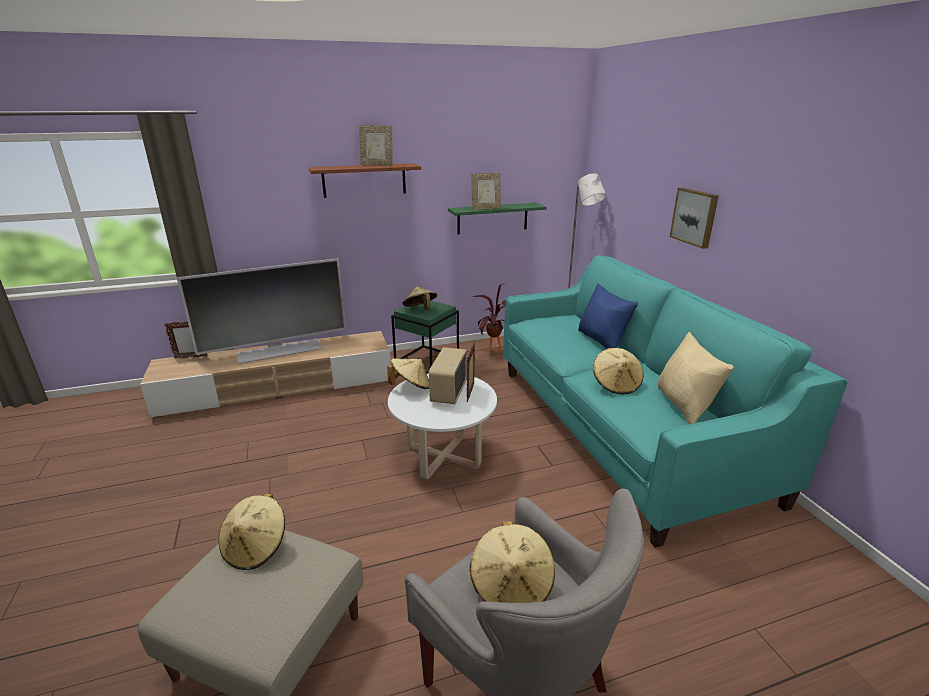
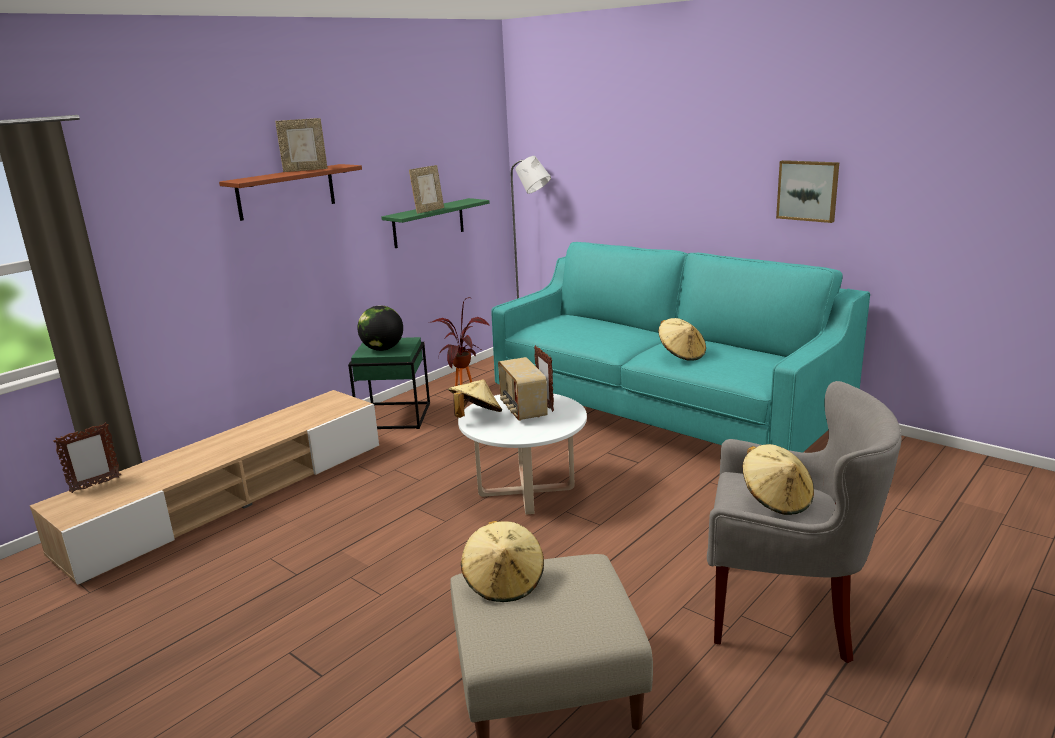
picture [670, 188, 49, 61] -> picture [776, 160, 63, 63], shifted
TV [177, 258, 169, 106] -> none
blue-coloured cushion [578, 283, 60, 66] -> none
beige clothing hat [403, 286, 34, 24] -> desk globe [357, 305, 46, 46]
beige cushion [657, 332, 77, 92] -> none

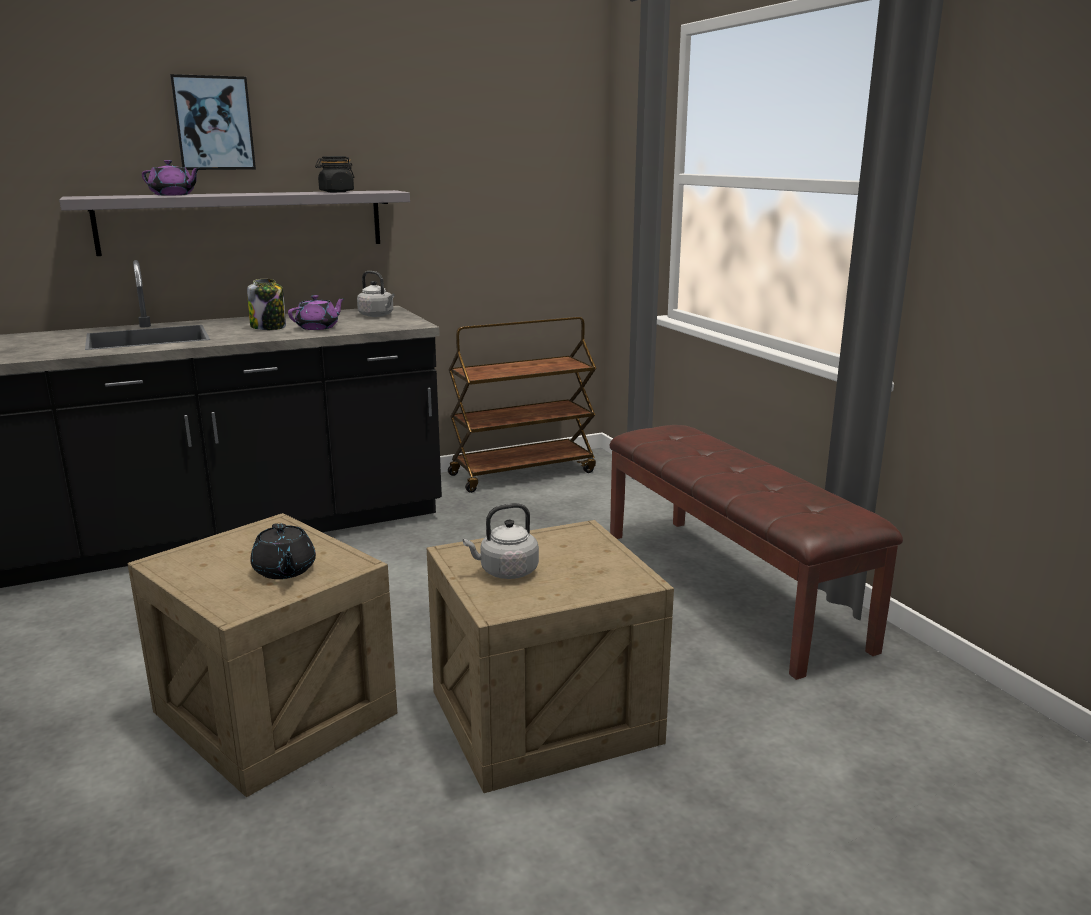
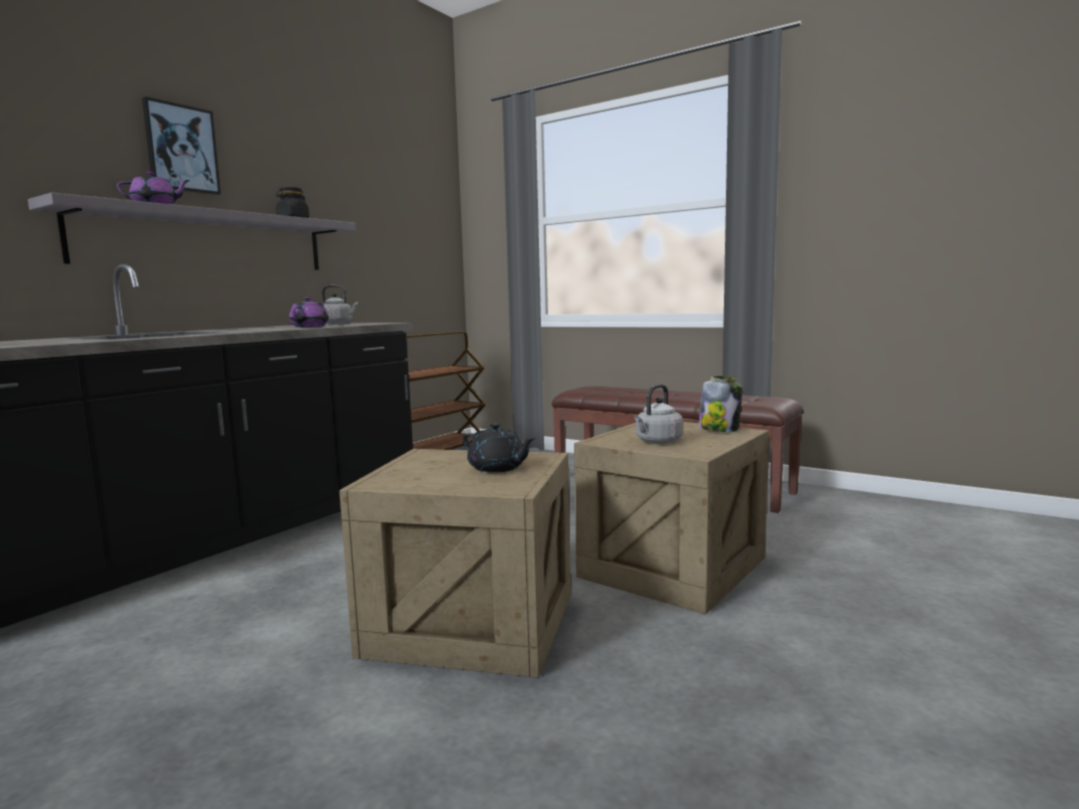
preserve jar [247, 279, 39, 51] -> preserve jar [698, 376, 45, 56], shifted

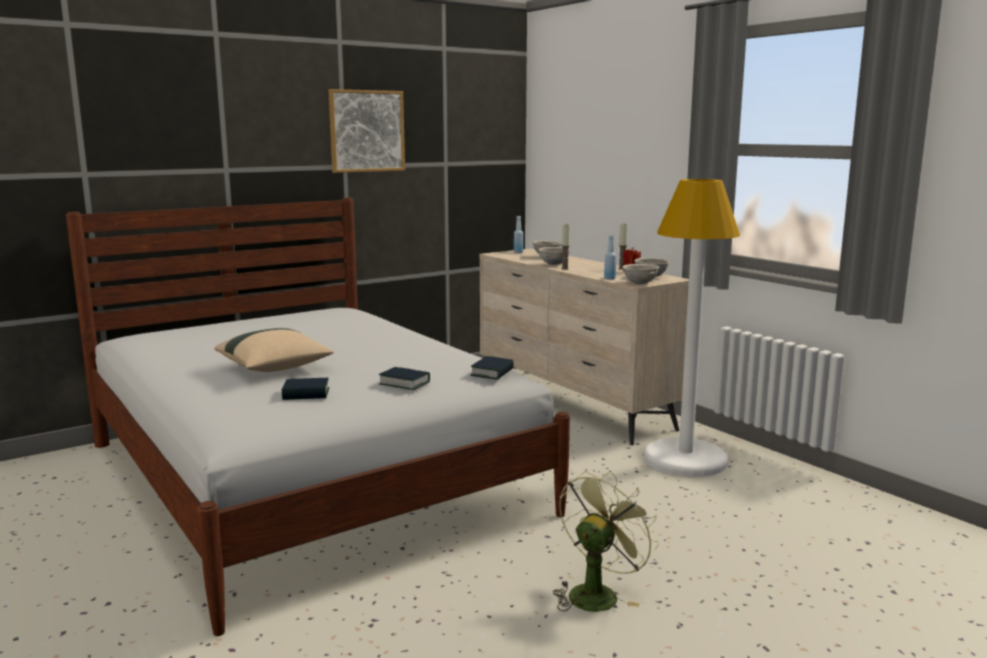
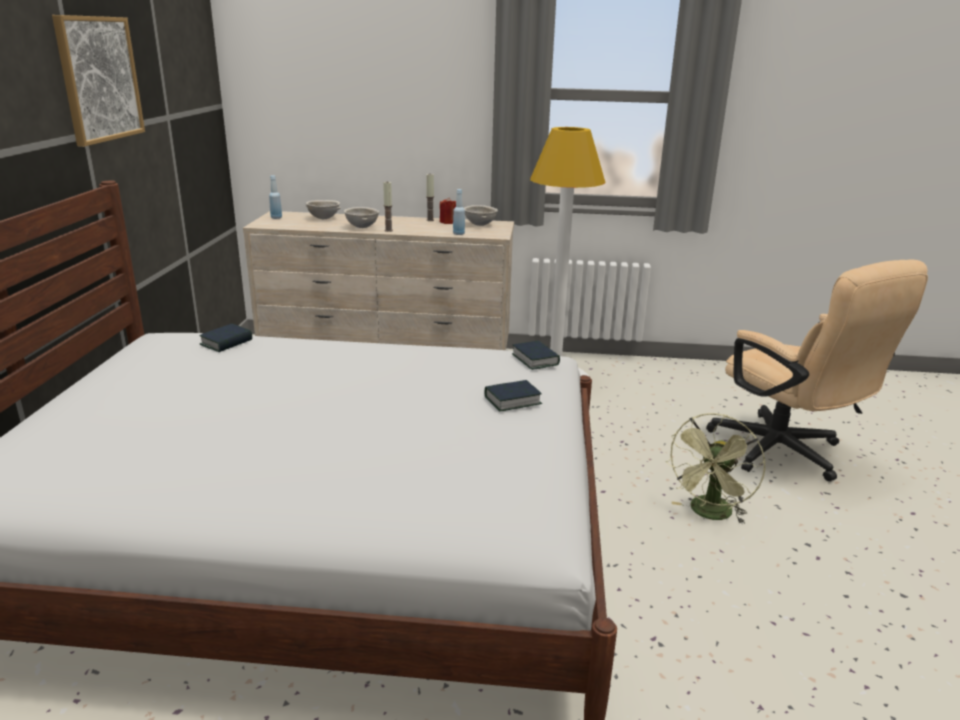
grey serving bowl [623, 264, 36, 20] -> none
beige cushion [214, 328, 120, 44] -> none
bound book [282, 378, 47, 22] -> bound book [199, 324, 53, 28], shifted
green-coloured electric fan [553, 470, 106, 142] -> green-coloured electric fan [666, 413, 100, 111], 135 degrees counterclockwise
none -> beige computer chair [706, 259, 222, 222]

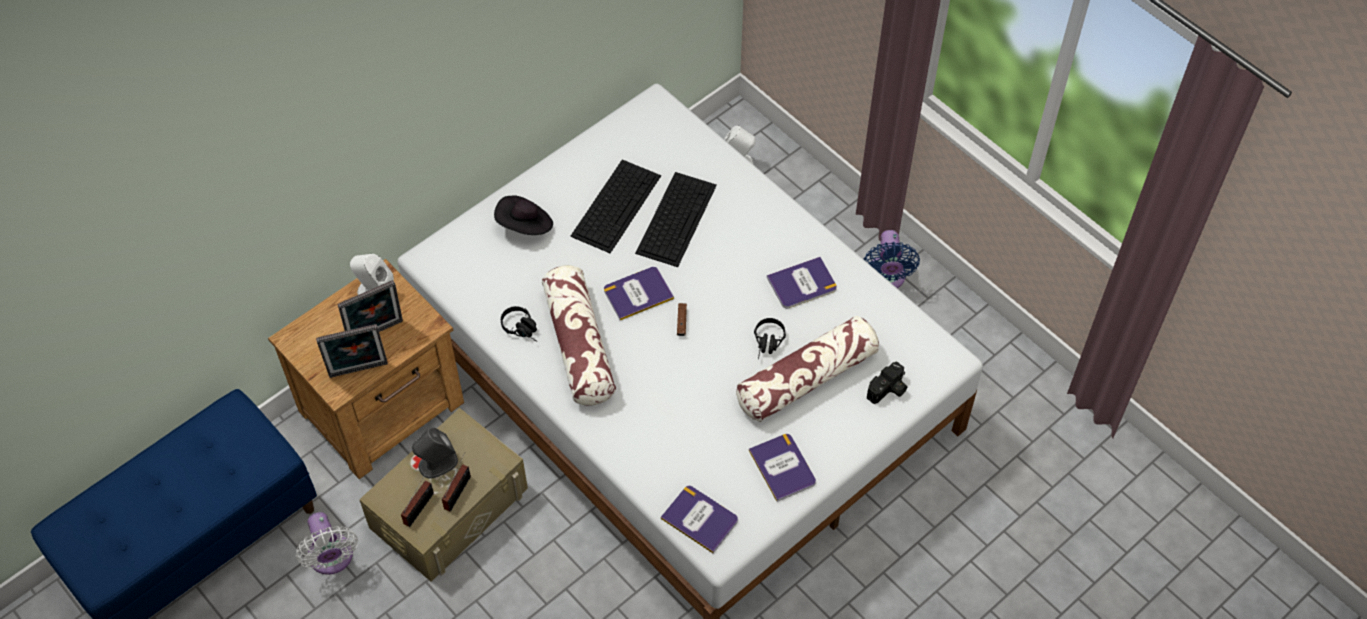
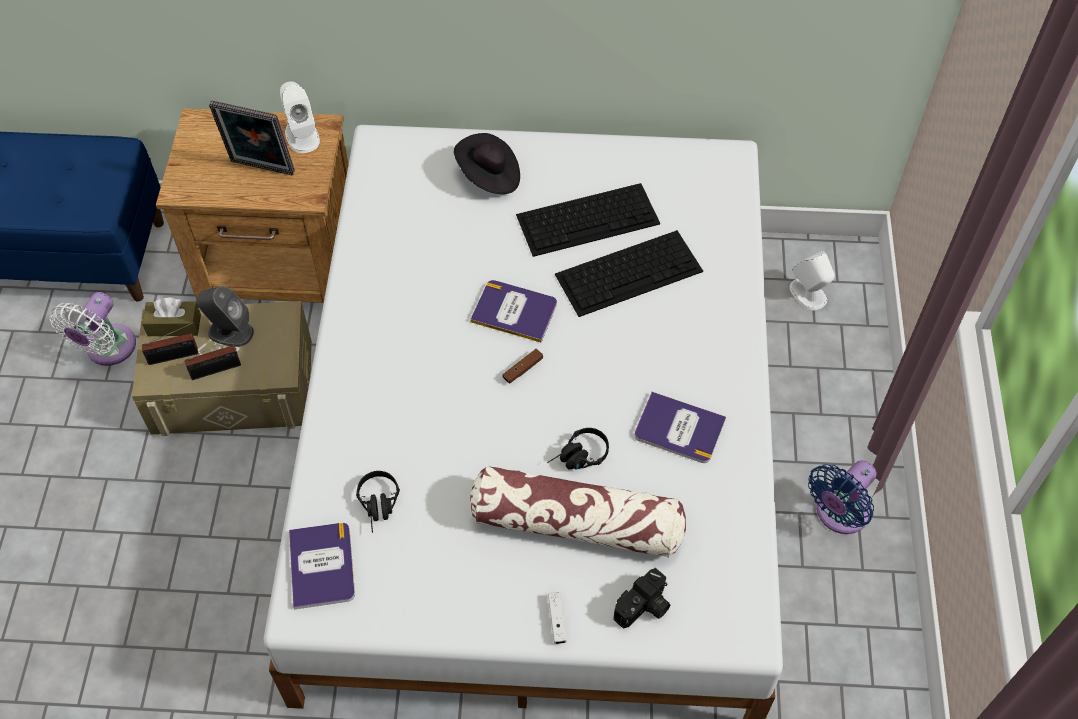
cushion [542, 265, 74, 141] -> none
black headphones [501, 306, 37, 36] -> black headphones [356, 471, 44, 62], shifted
photo frame [316, 324, 72, 54] -> none
still camera [867, 361, 41, 43] -> still camera [613, 568, 57, 61], 45 degrees counterclockwise
bound book [749, 434, 67, 68] -> none
none -> brown tissue holder [142, 297, 59, 39]
none -> whitish gamepad [548, 592, 19, 52]

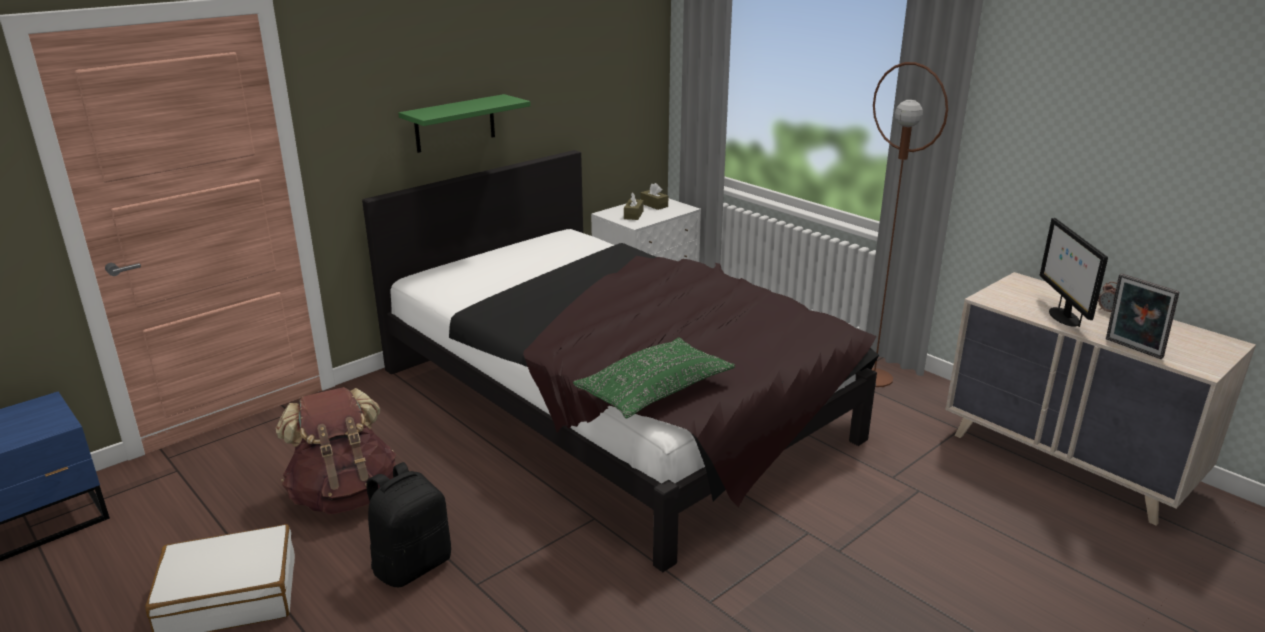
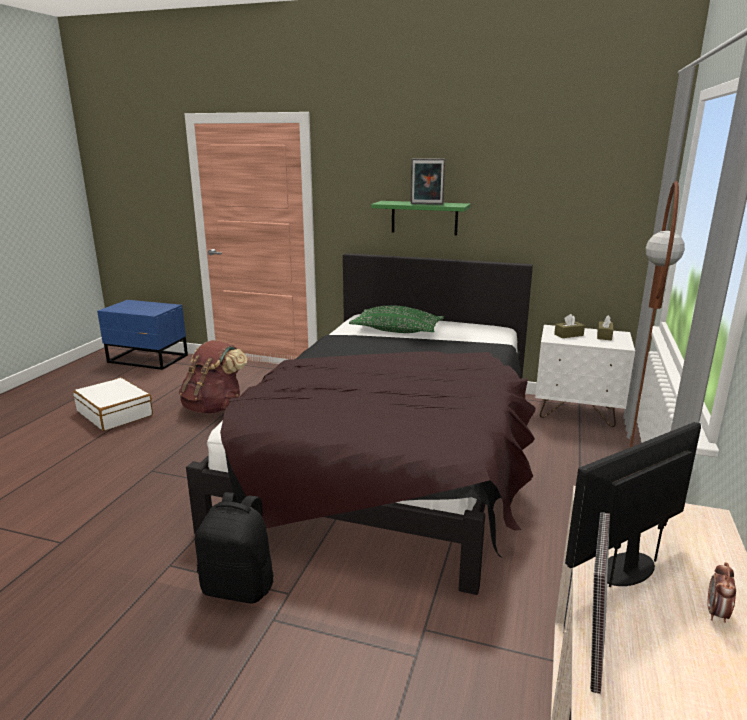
green-coloured cushion [573, 337, 162, 81] -> green-coloured cushion [349, 305, 95, 28], shifted
black rucksack [366, 462, 85, 125] -> black rucksack [195, 492, 79, 112], shifted
none -> photo frame [411, 159, 34, 46]

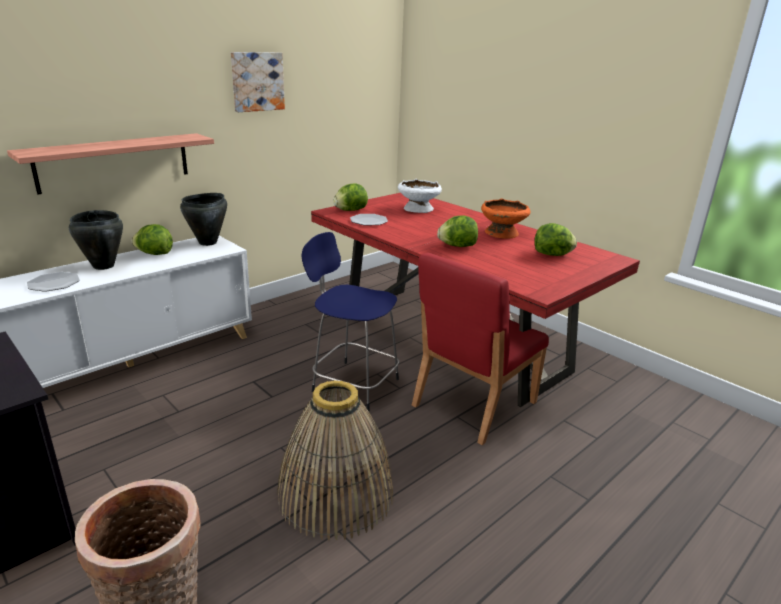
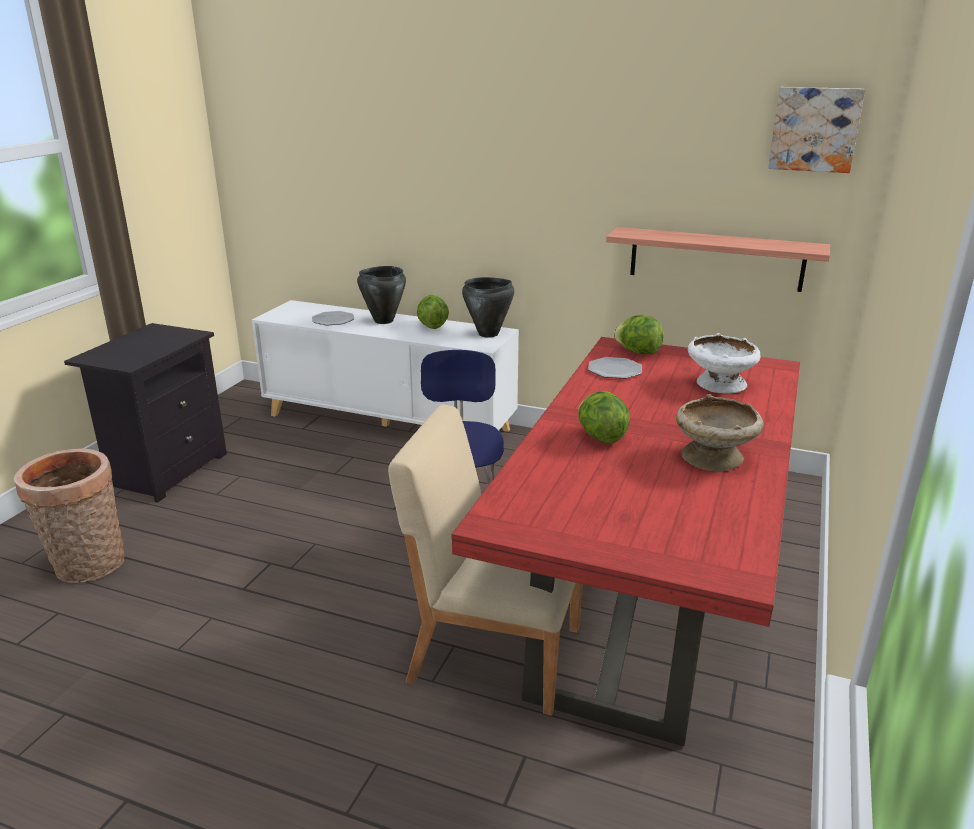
picture [231, 52, 54, 60] -> picture [768, 87, 97, 86], shifted
bracket shelf [7, 133, 207, 61] -> bracket shelf [606, 227, 224, 65], shifted
orangey serving bowl [481, 198, 49, 41] -> beige serving bowl [676, 394, 88, 78]
lettuce head [534, 223, 43, 33] -> none
red upright chair [412, 253, 137, 192] -> beige upright chair [388, 404, 195, 312]
household basket [277, 380, 116, 161] -> none

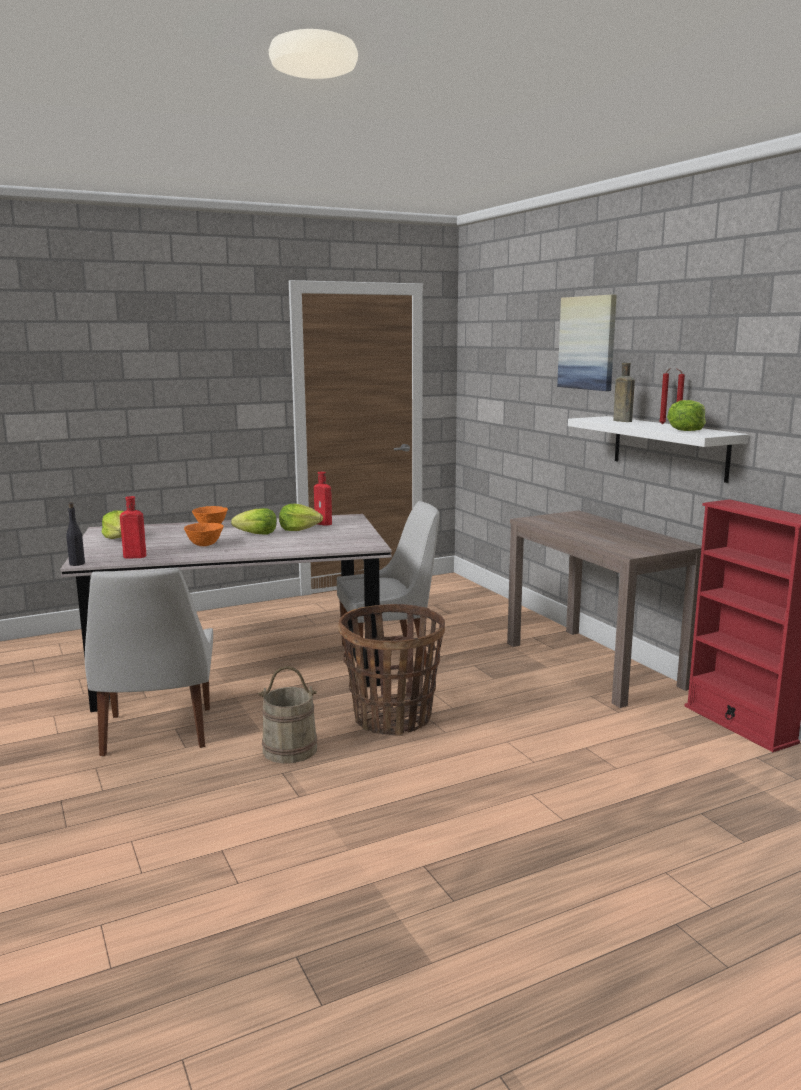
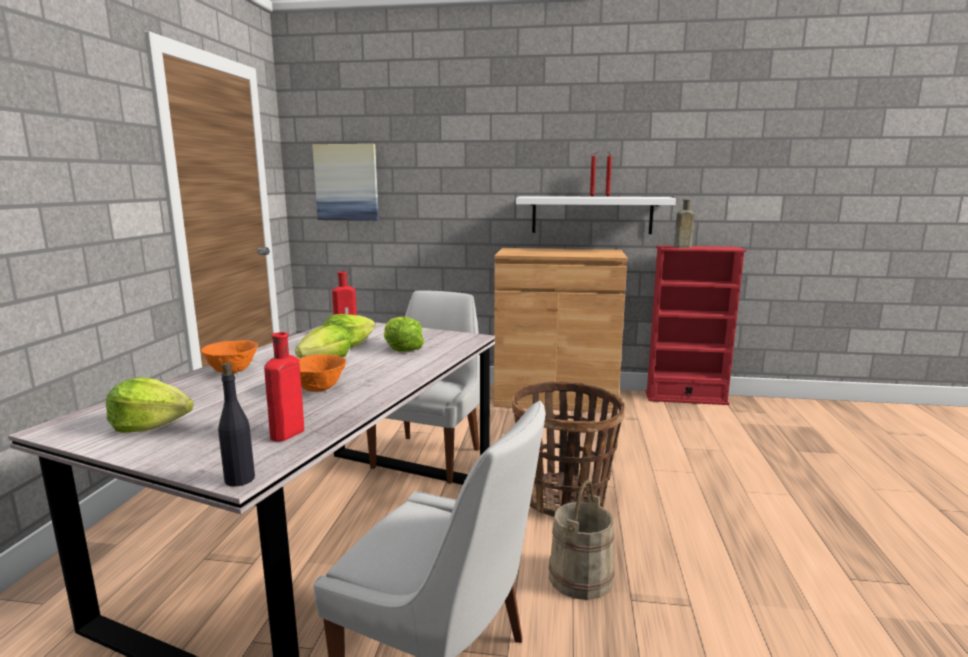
picture [557, 295, 60, 96] -> picture [312, 144, 67, 77], shifted
brown bottle [613, 363, 22, 59] -> brown bottle [674, 199, 21, 49], shifted
lettuce head [667, 400, 39, 31] -> lettuce head [384, 317, 40, 35], shifted
brown console table [507, 510, 195, 198] -> brown cupboard [494, 248, 133, 165]

